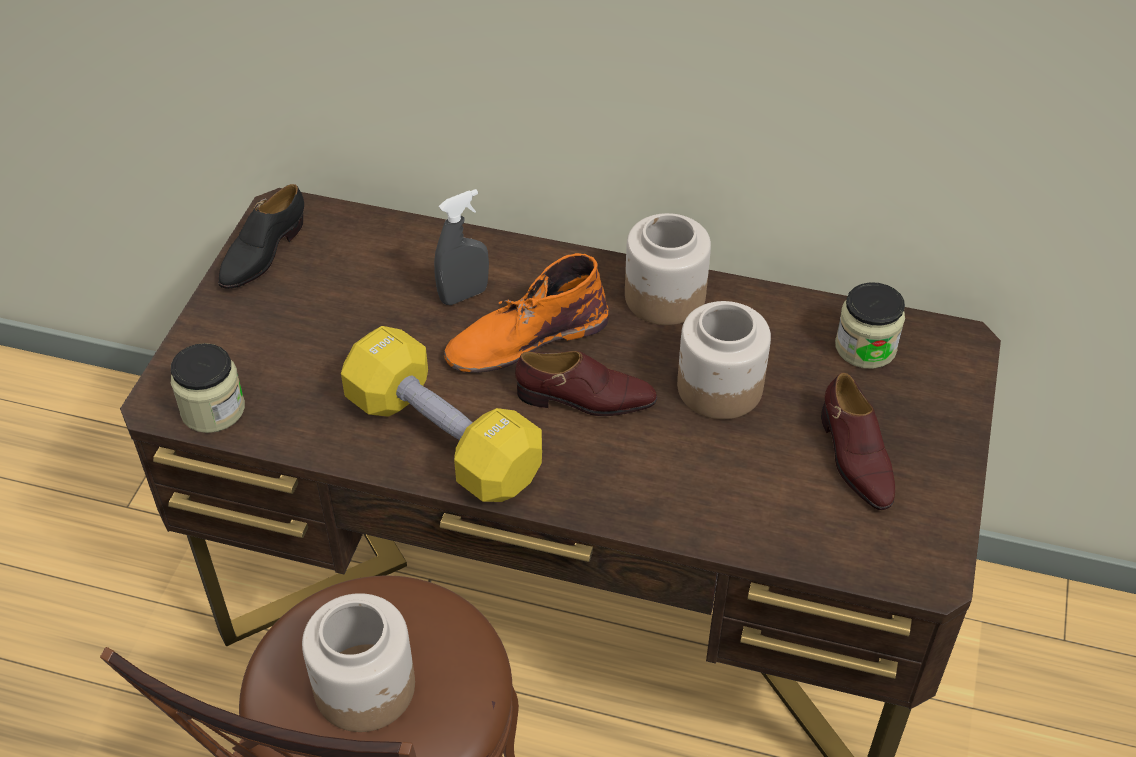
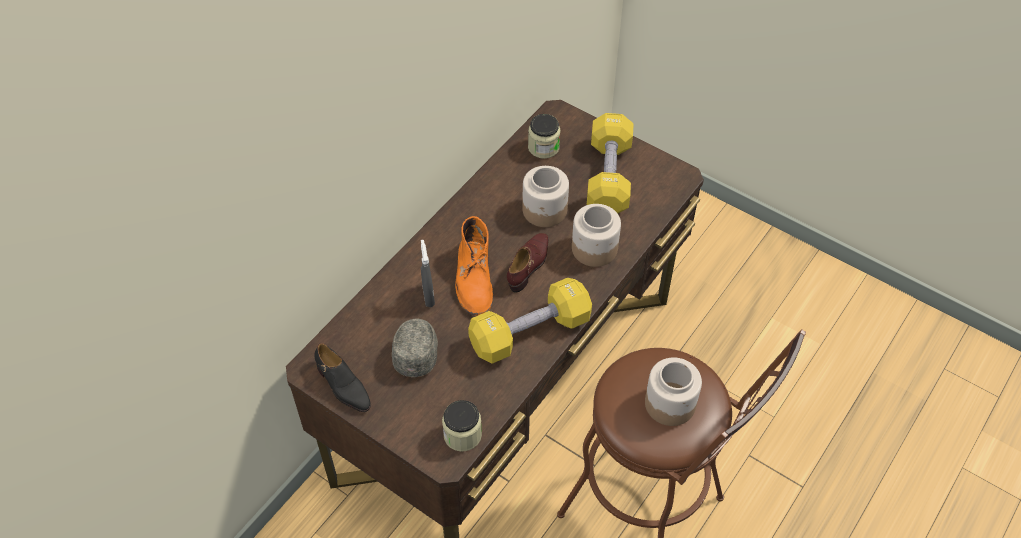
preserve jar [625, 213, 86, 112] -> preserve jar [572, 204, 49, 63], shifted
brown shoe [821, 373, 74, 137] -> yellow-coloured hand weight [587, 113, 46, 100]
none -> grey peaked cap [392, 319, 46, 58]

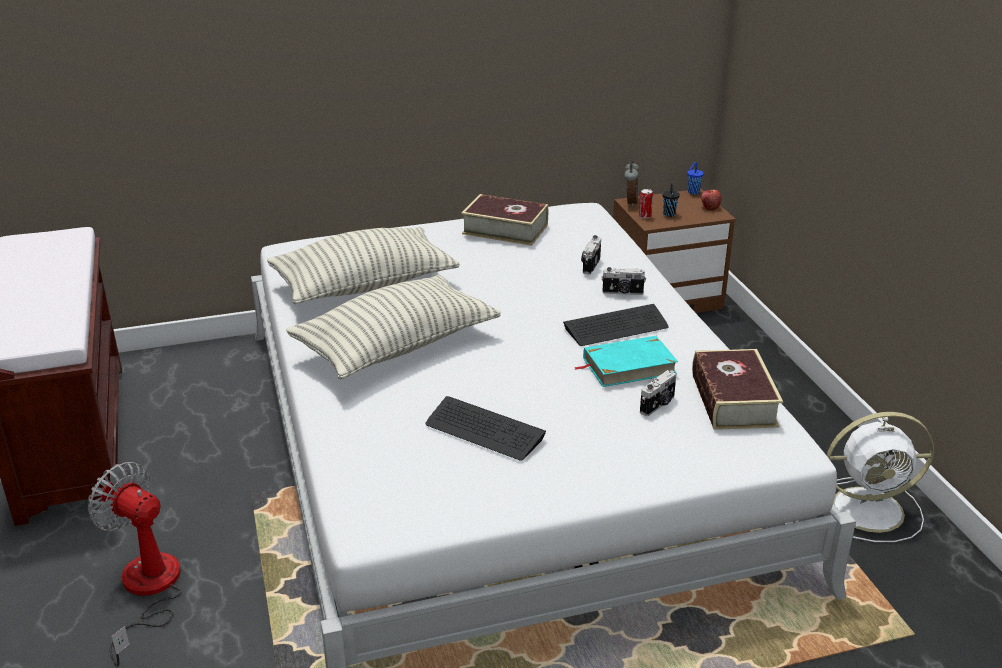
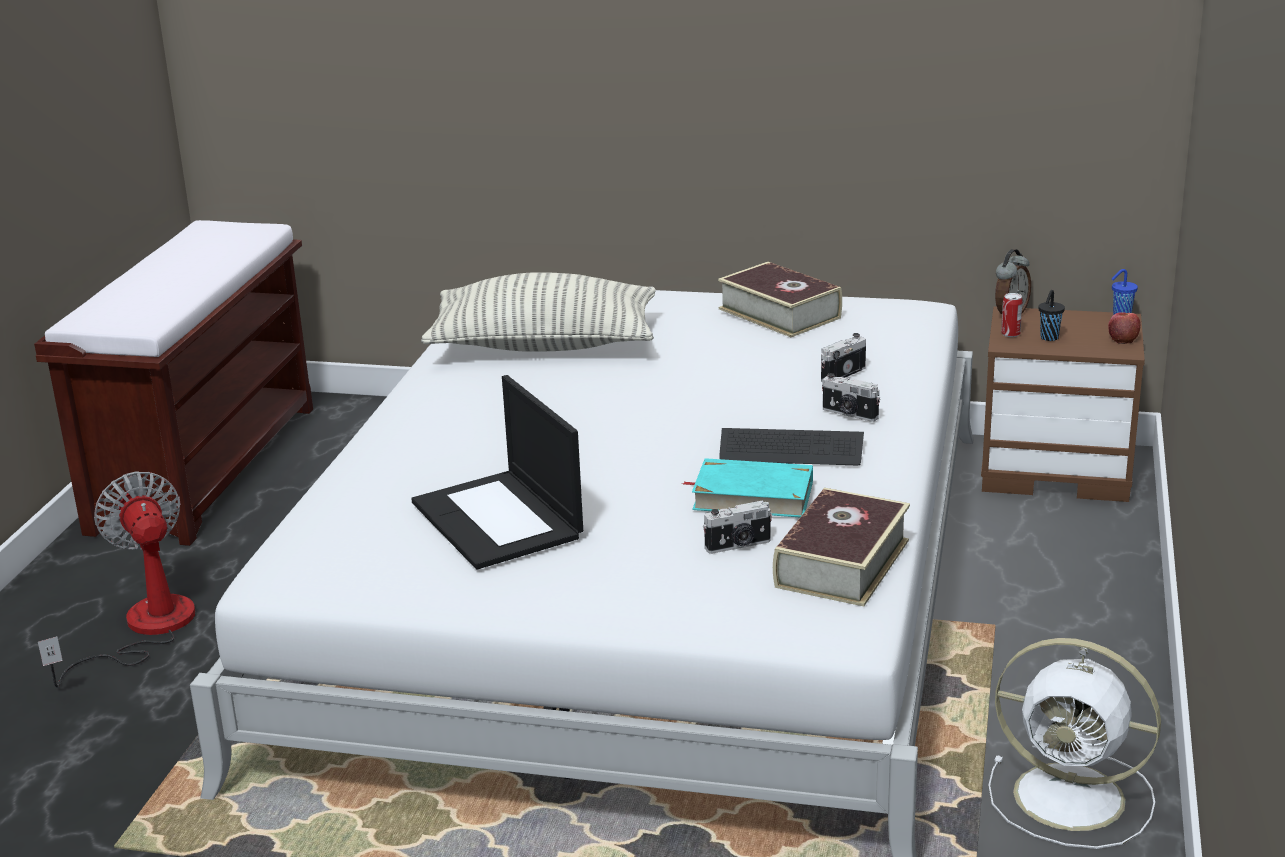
cushion [286, 274, 215, 105] -> none
PC keyboard [425, 396, 121, 65] -> notebook computer [411, 375, 172, 195]

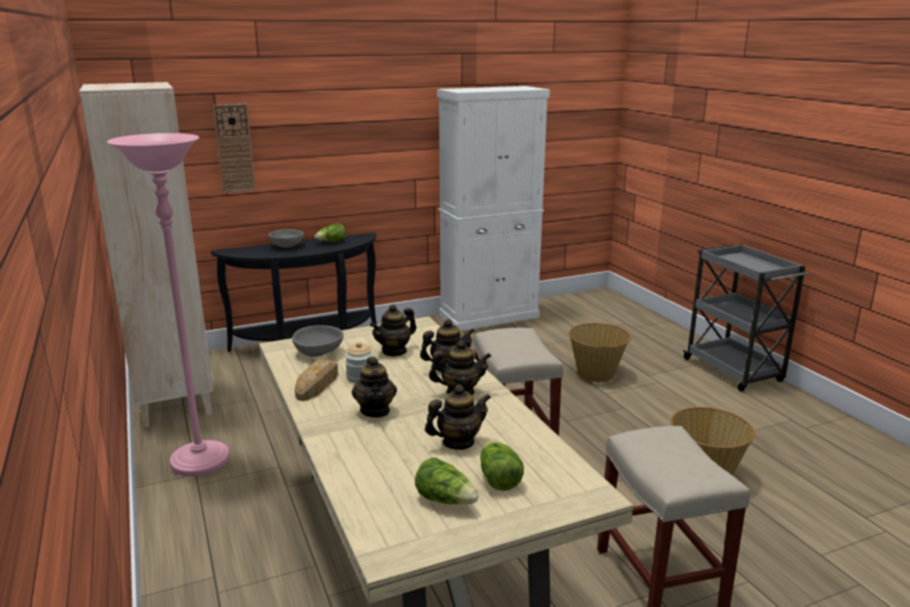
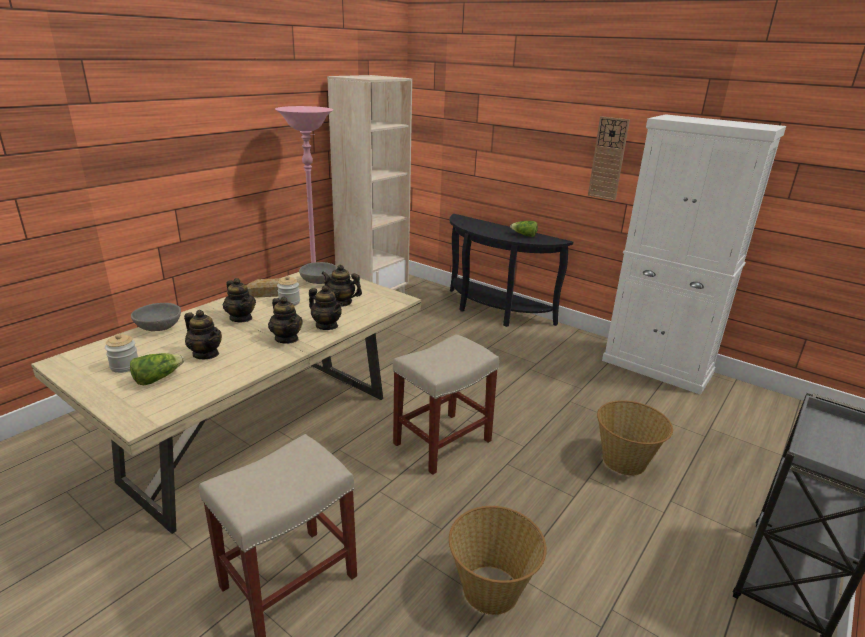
wall clock [213, 104, 43, 89] -> wall clock [588, 116, 42, 85], shifted
grey serving bowl [269, 229, 35, 19] -> grey serving bowl [131, 303, 50, 28], shifted
pot for tea [352, 357, 45, 61] -> pot for tea [223, 278, 33, 44], 90 degrees counterclockwise
lettuce head [415, 458, 63, 46] -> preserve jar [105, 334, 33, 39]

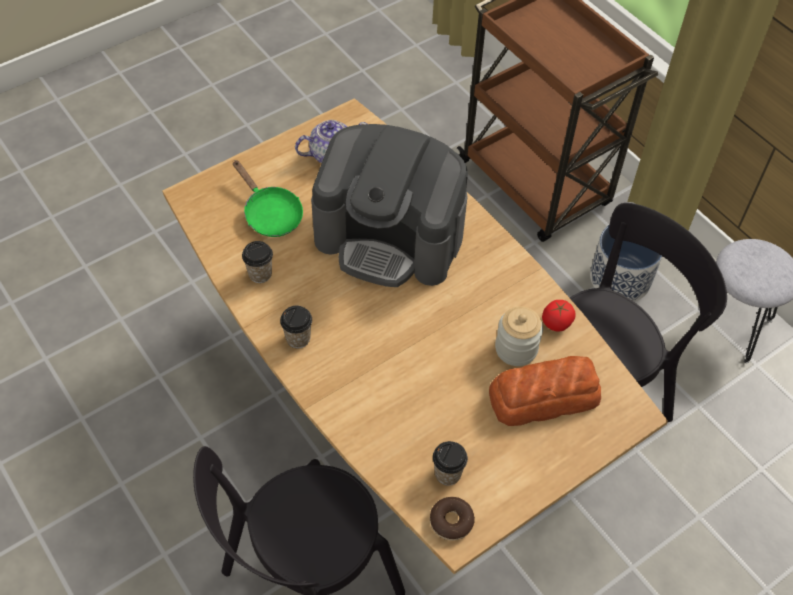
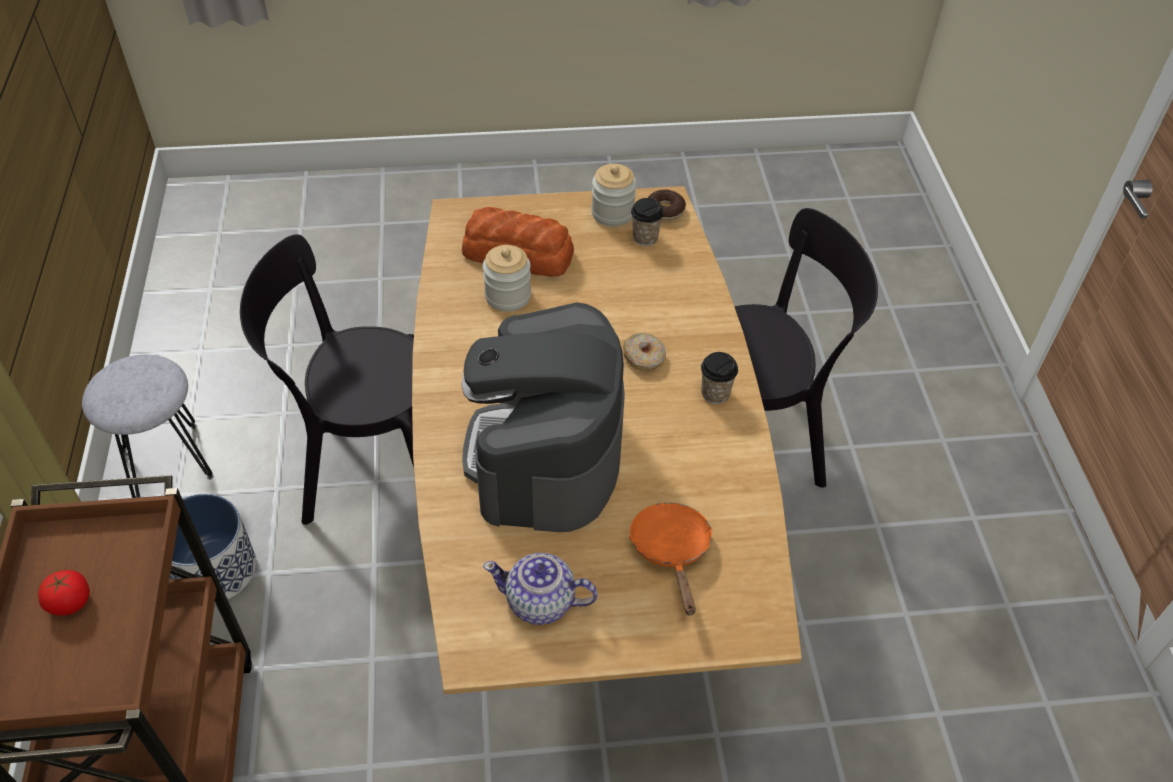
coffee brewer [311, 124, 157, 163] -> coffee brewer [462, 302, 163, 230], 135 degrees counterclockwise
green-coloured skillet [233, 160, 70, 77] -> orangey skillet [629, 503, 84, 112]
small cup [242, 241, 31, 42] -> none
fresh tomato [542, 300, 34, 32] -> fresh tomato [38, 570, 52, 46], shifted
none -> preserve jar [591, 164, 46, 63]
none -> donut [623, 333, 43, 38]

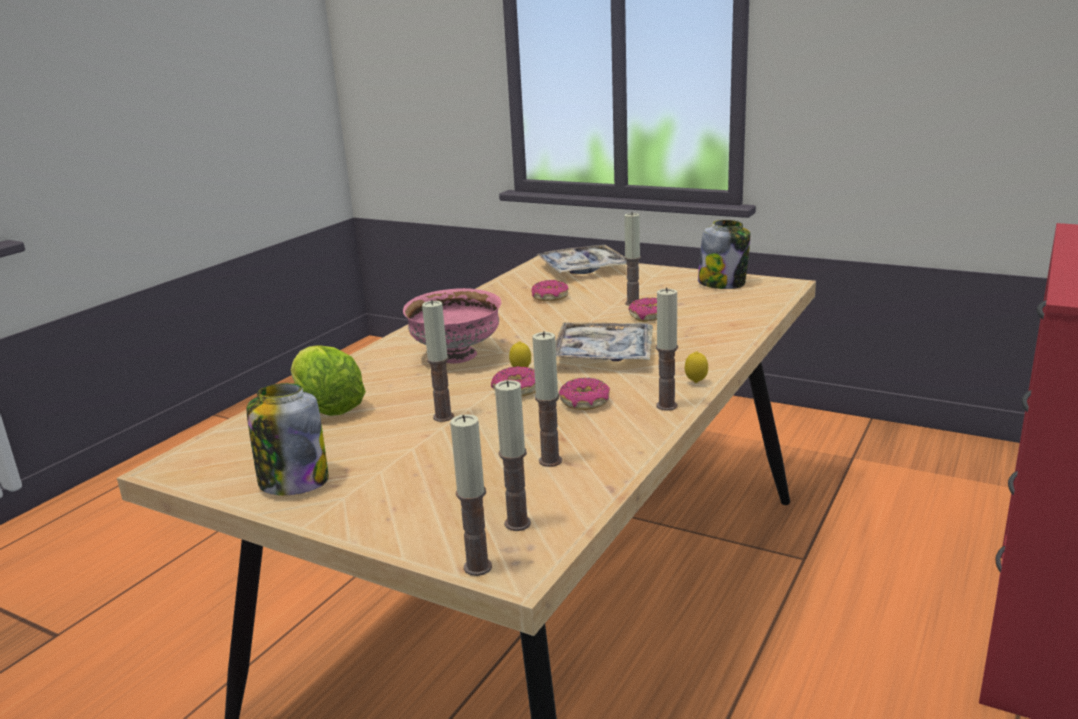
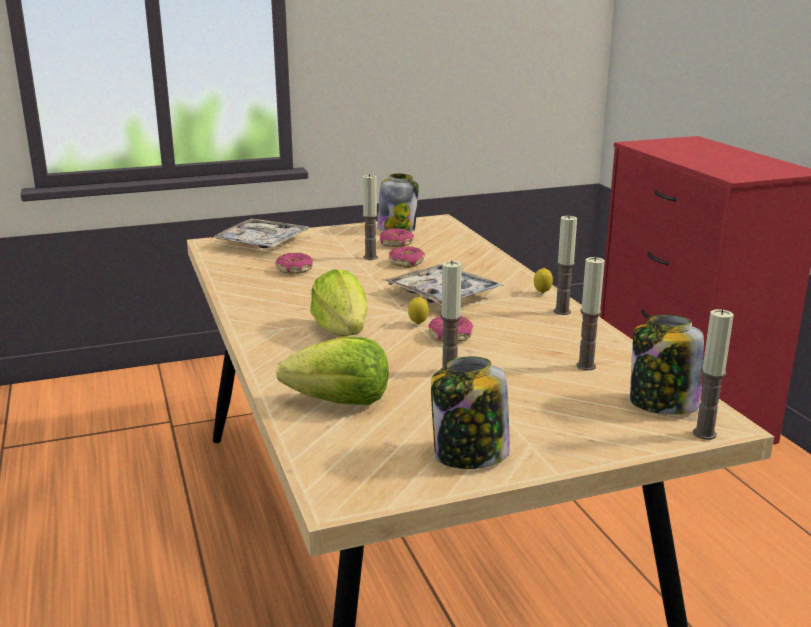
pinkish serving bowl [403, 288, 98, 75] -> lettuce head [310, 269, 58, 67]
donut [559, 378, 51, 32] -> donut [380, 228, 34, 19], shifted
wax light [495, 380, 36, 151] -> preserve jar [630, 315, 74, 100]

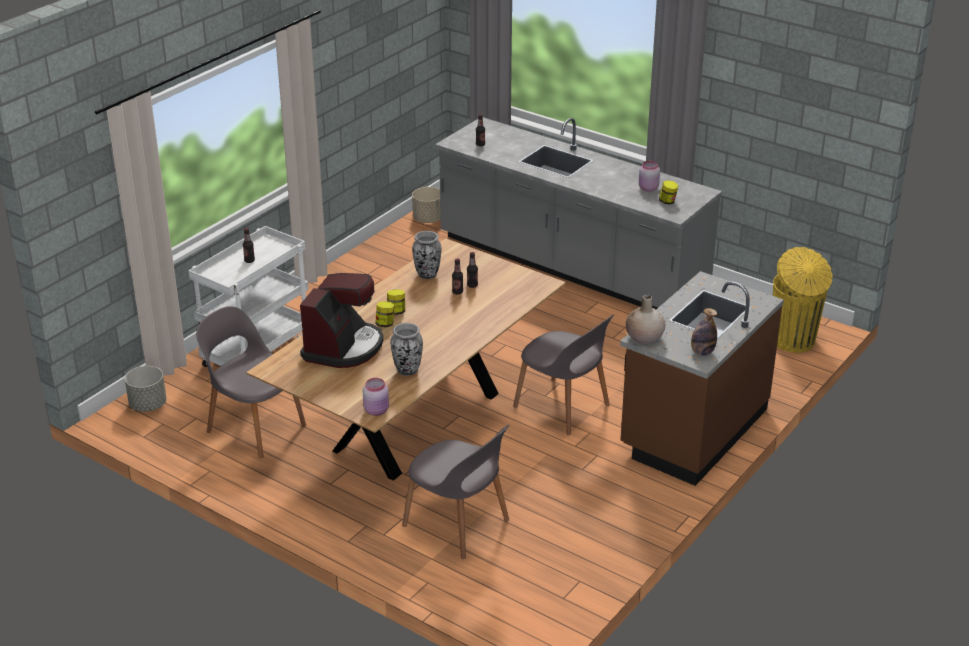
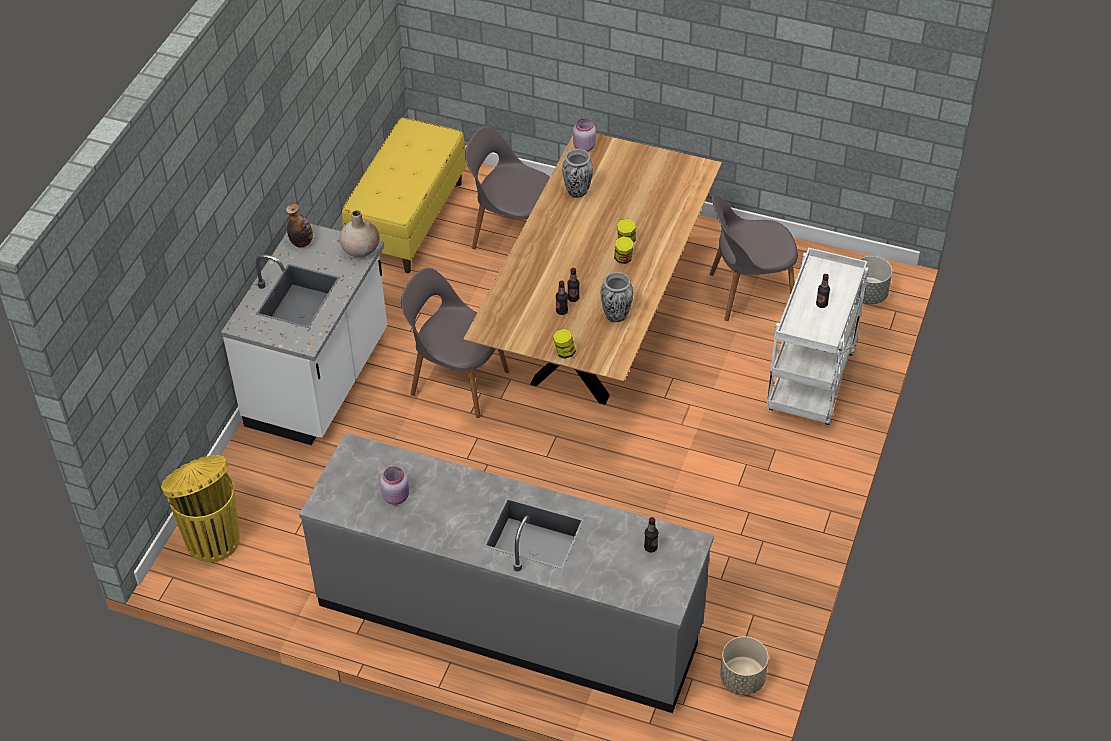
preserve jar [659, 180, 19, 25] -> preserve jar [553, 329, 23, 30], shifted
brown kitchen base unit [620, 271, 164, 215] -> whitish kitchen base unit [221, 224, 166, 221]
coffee brewer [300, 273, 83, 95] -> none
grey upright chair [196, 306, 110, 152] -> grey upright chair [709, 195, 89, 126], 150 degrees clockwise
none -> yellow-coloured indoor bench [342, 118, 124, 155]

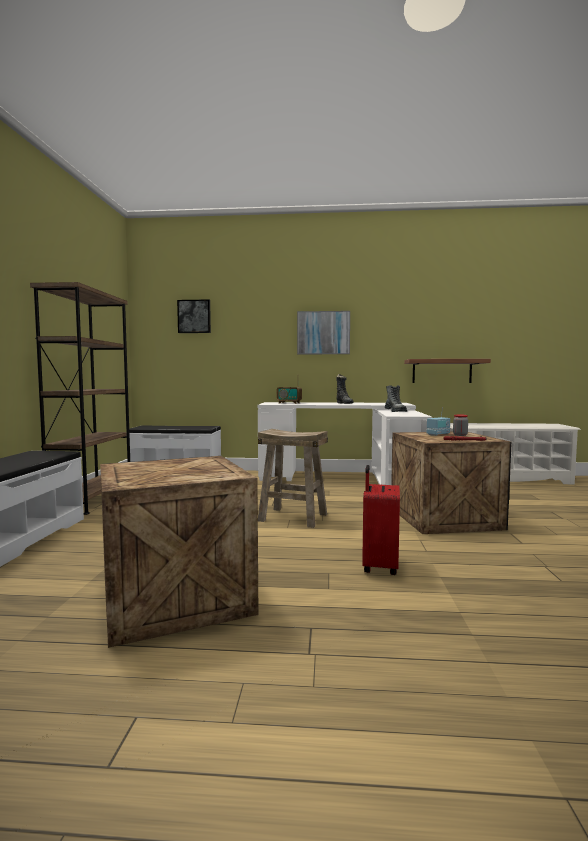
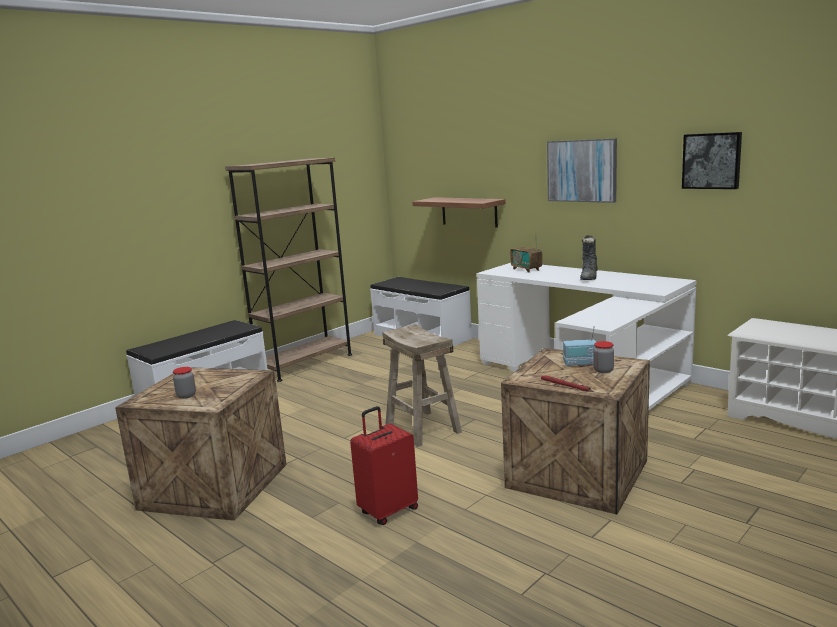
picture [177, 299, 34, 34] -> picture [682, 132, 60, 57], shifted
bracket shelf [404, 359, 87, 24] -> bracket shelf [412, 197, 93, 31], shifted
boot [385, 385, 22, 27] -> none
none -> preserve jar [173, 367, 23, 32]

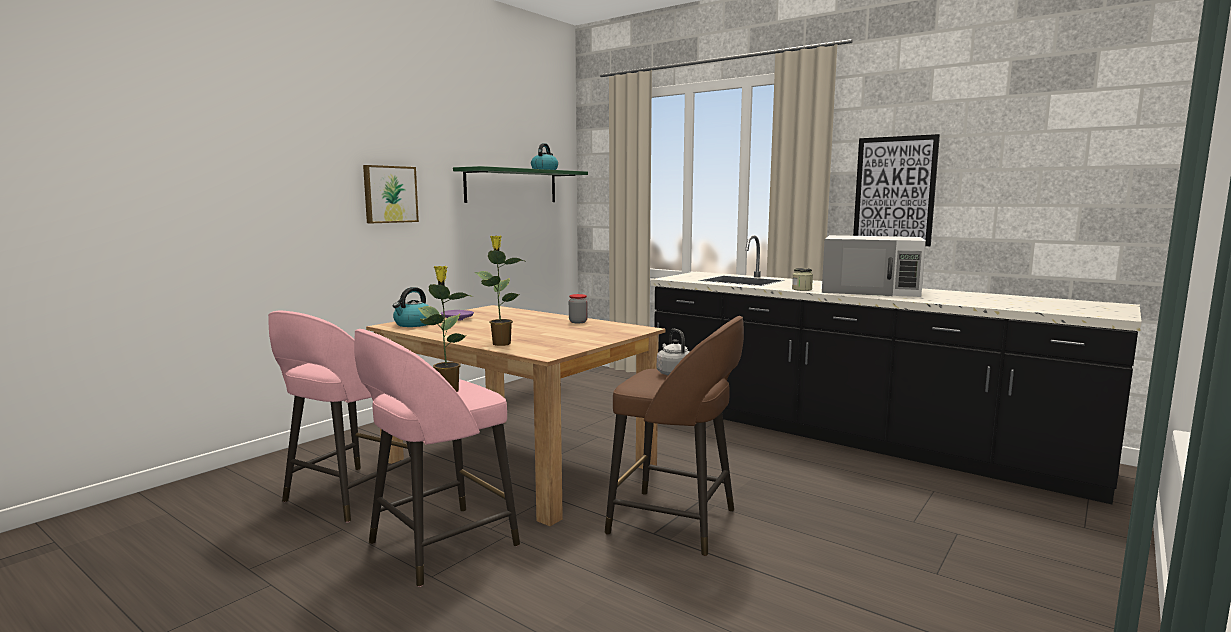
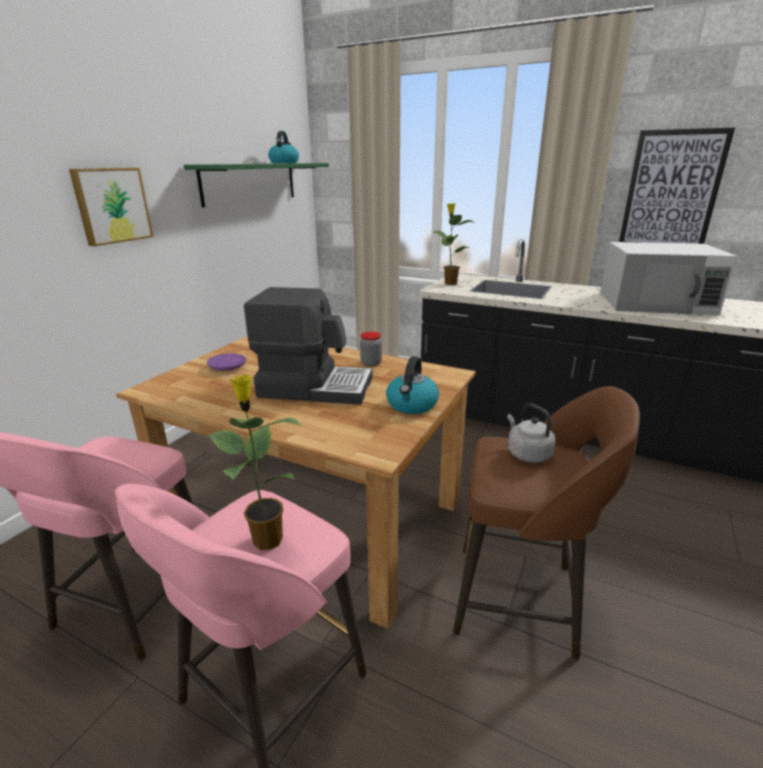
plant in a pot [475, 236, 52, 110] -> plant in a pot [433, 203, 43, 82], shifted
preserve jar [792, 268, 21, 23] -> none
water kettle [393, 287, 36, 40] -> water kettle [386, 356, 53, 58], shifted
none -> coffee brewer [244, 287, 128, 118]

